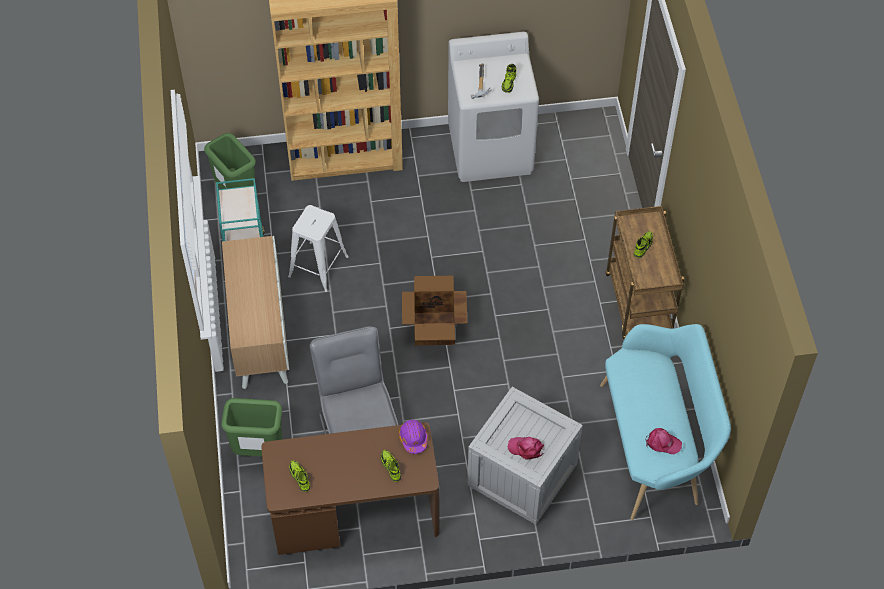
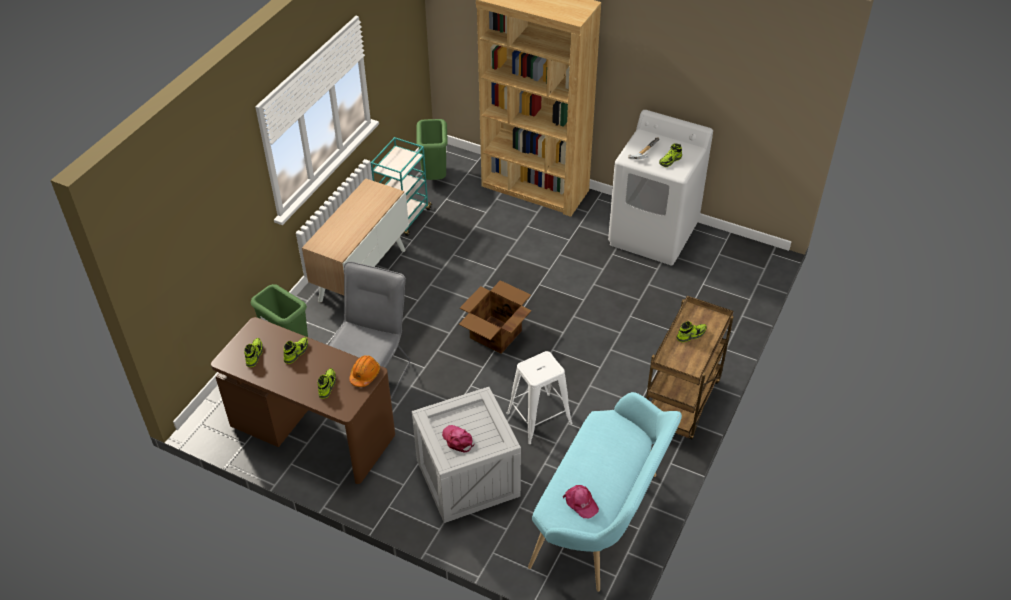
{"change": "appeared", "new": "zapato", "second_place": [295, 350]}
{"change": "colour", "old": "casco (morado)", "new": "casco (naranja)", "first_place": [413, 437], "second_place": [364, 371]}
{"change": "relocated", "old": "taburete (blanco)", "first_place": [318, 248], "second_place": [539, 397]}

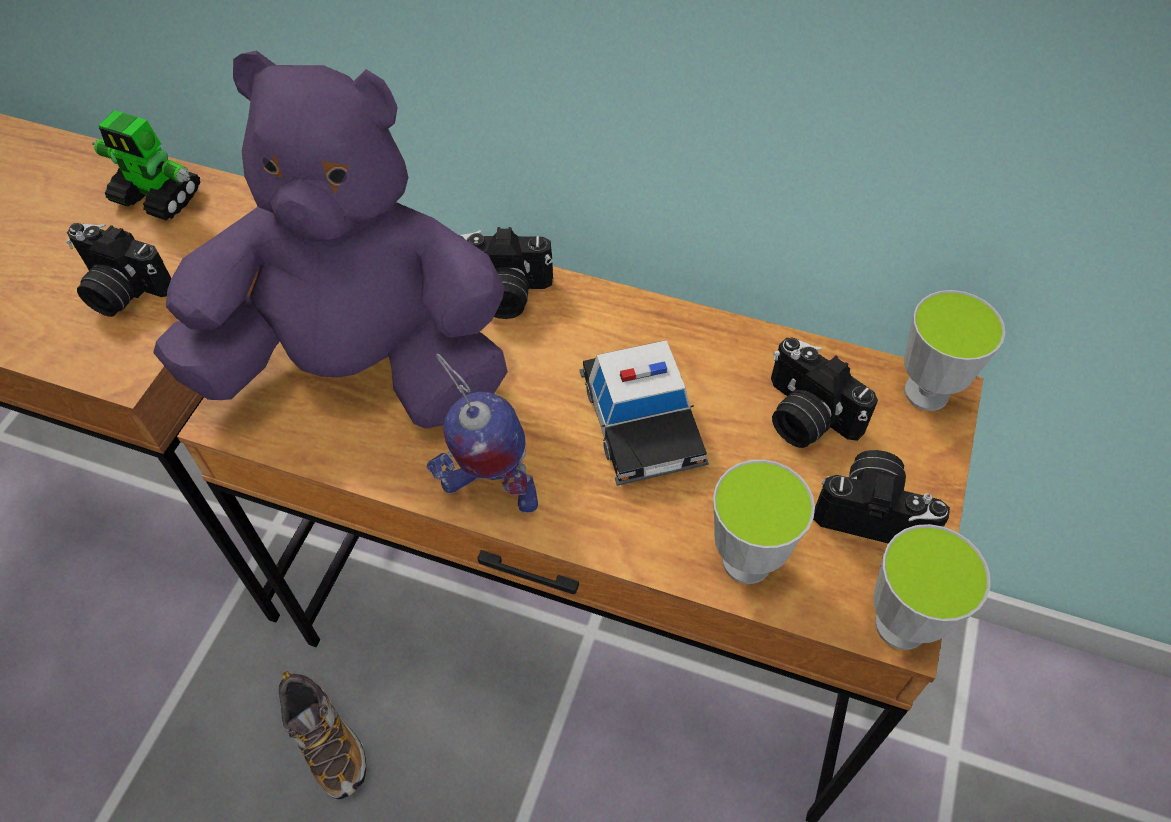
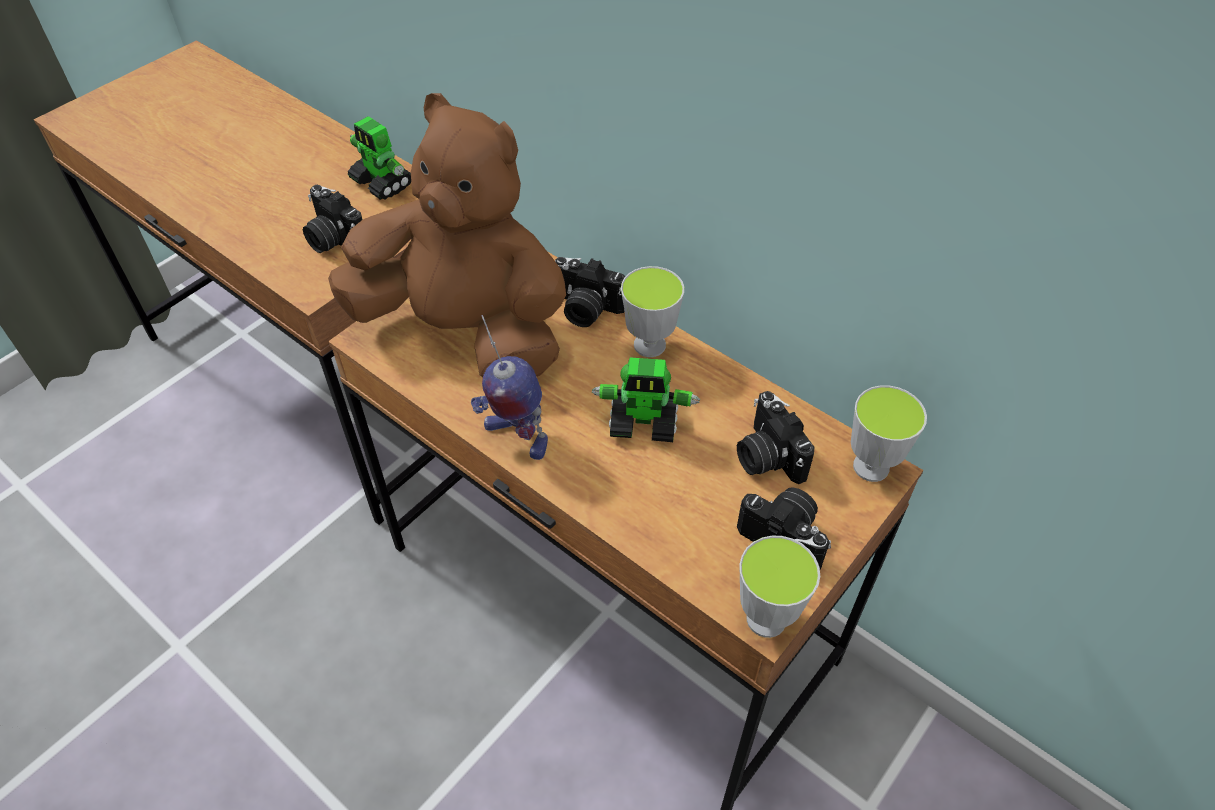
{"change": "colour", "old": "peluche (morado)", "new": "peluche (marrón)", "first_place": [330, 239], "second_place": [447, 235]}
{"change": "exchanged", "old": "coche de juguete", "new": "robot de juguete", "first_place": [644, 413], "second_place": [646, 399]}
{"change": "relocated", "old": "taza", "first_place": [764, 522], "second_place": [652, 311]}
{"change": "missing", "old": "zapato", "first_place": [322, 735]}

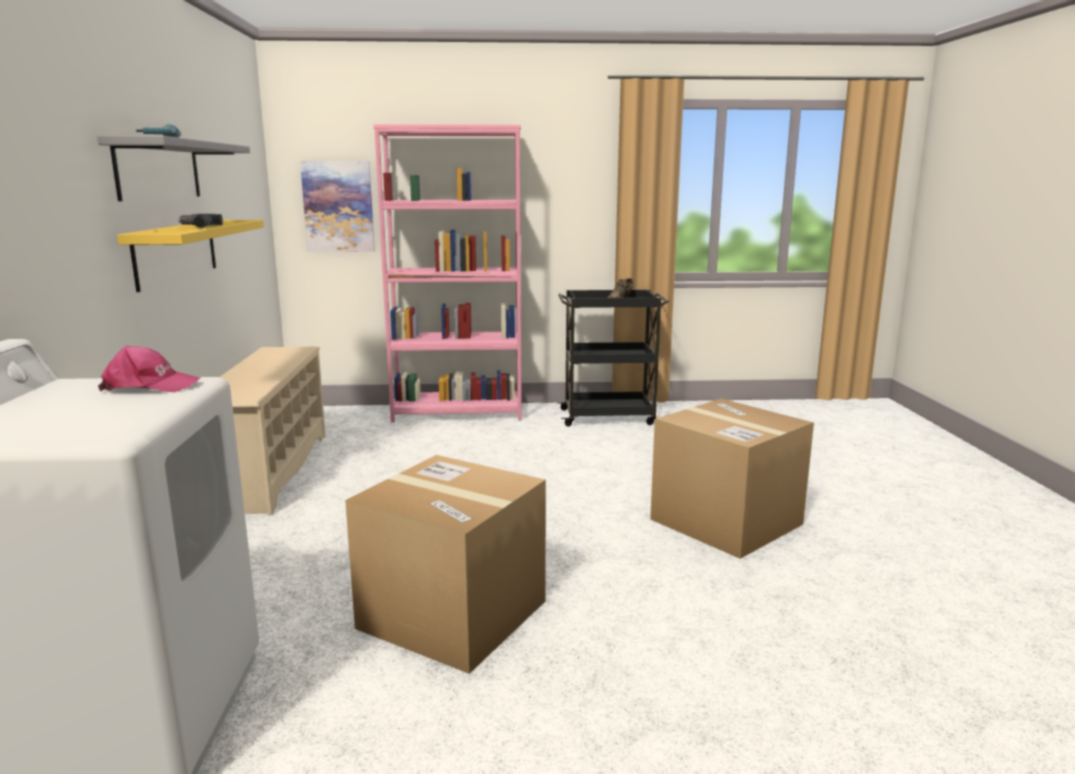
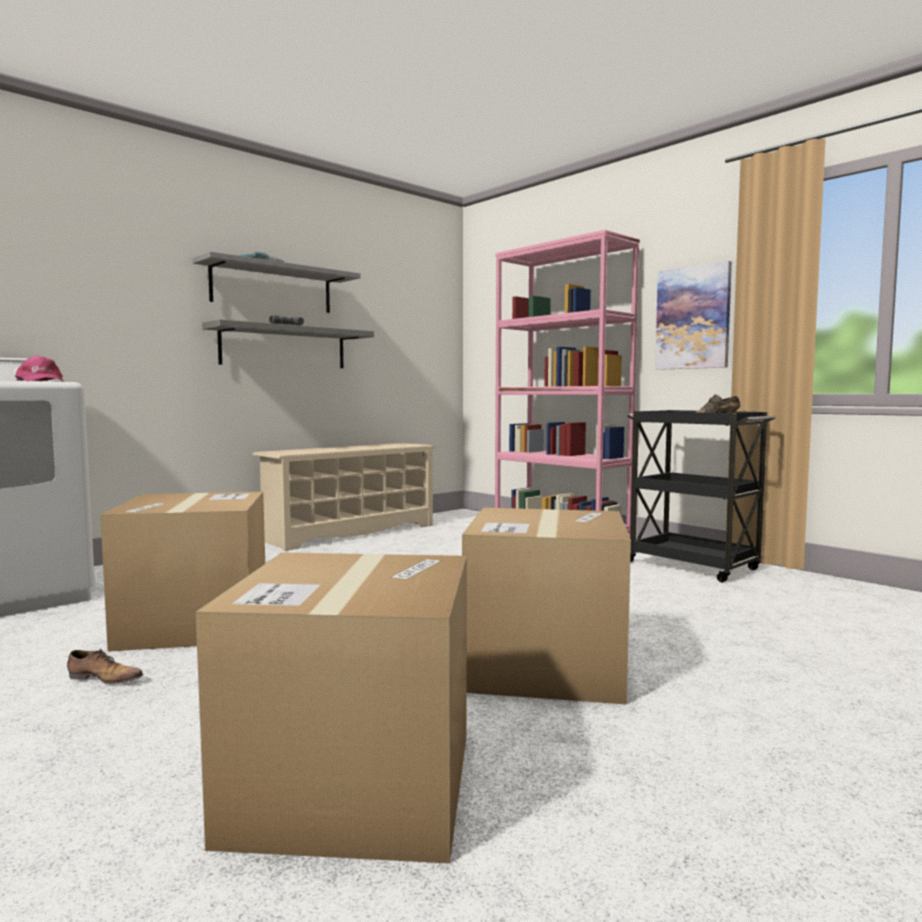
{"change": "appeared", "new": "zapato", "second_place": [105, 666]}
{"change": "appeared", "new": "caja de cartón", "second_place": [331, 708]}
{"change": "colour", "old": "estante (amarillo)", "new": "estante (gris)", "first_place": [190, 256], "second_place": [288, 343]}
{"change": "relocated", "old": "cuadro", "first_place": [337, 206], "second_place": [693, 315]}

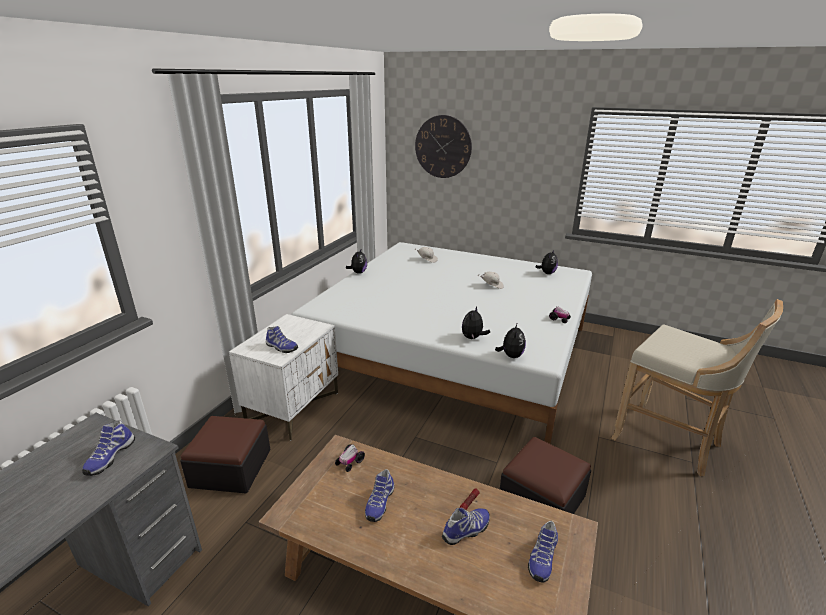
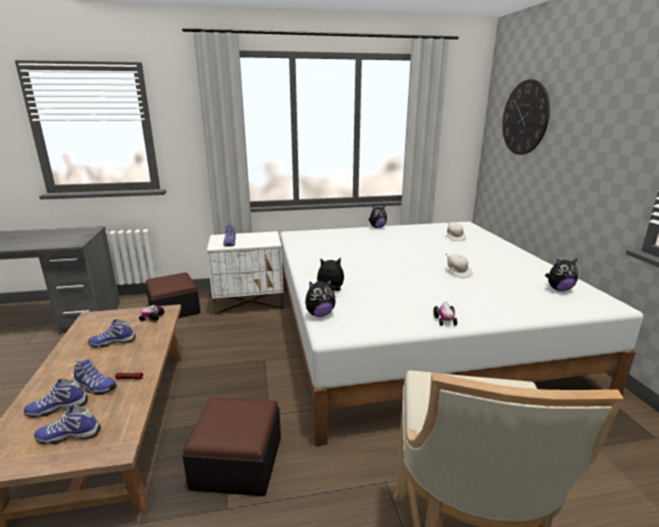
{"change": "relocated", "old": "zapato", "first_place": [108, 448], "second_place": [56, 398]}

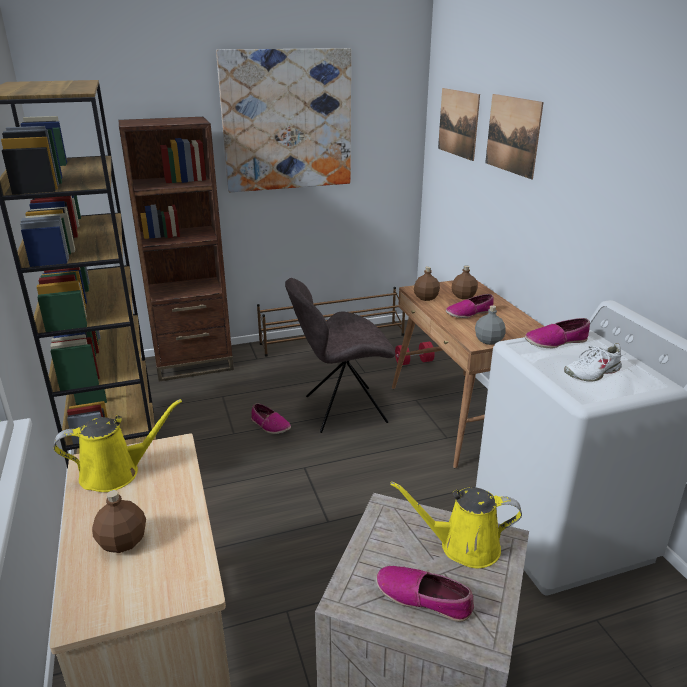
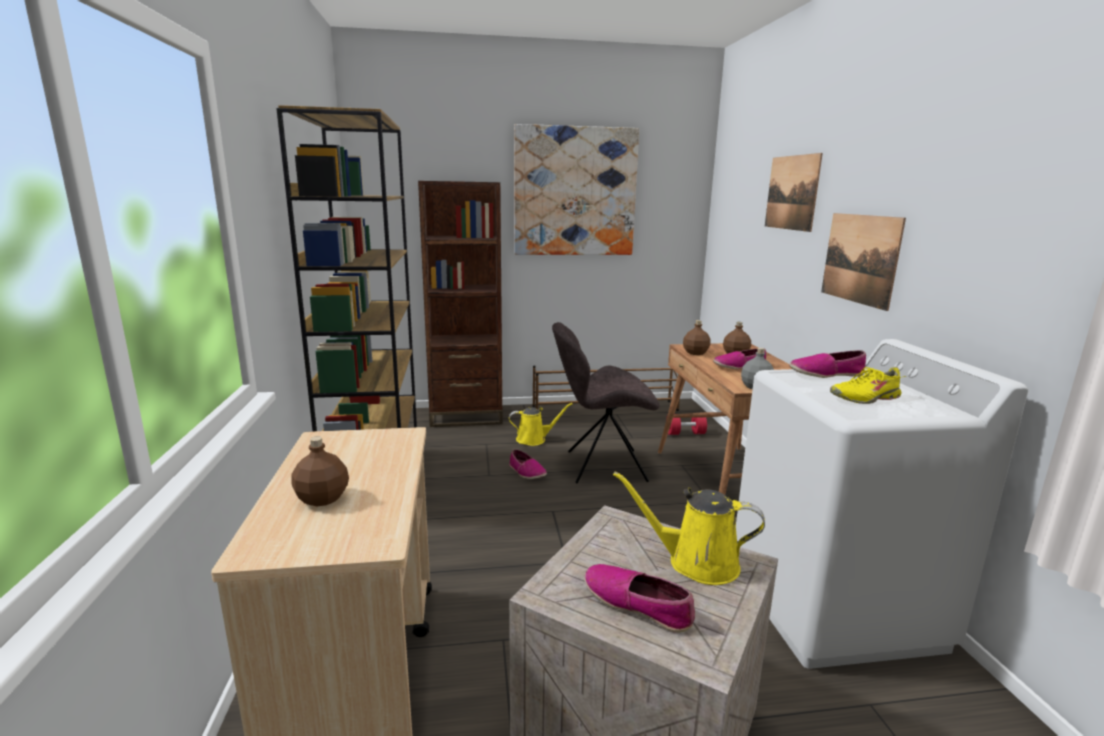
{"change": "relocated", "old": "regadera (amarillo)", "first_place": [118, 445], "second_place": [541, 424]}
{"change": "relocated", "old": "cuadro", "first_place": [459, 124], "second_place": [863, 262]}
{"change": "colour", "old": "zapato (blanco)", "new": "zapato (amarillo)", "first_place": [594, 362], "second_place": [868, 385]}

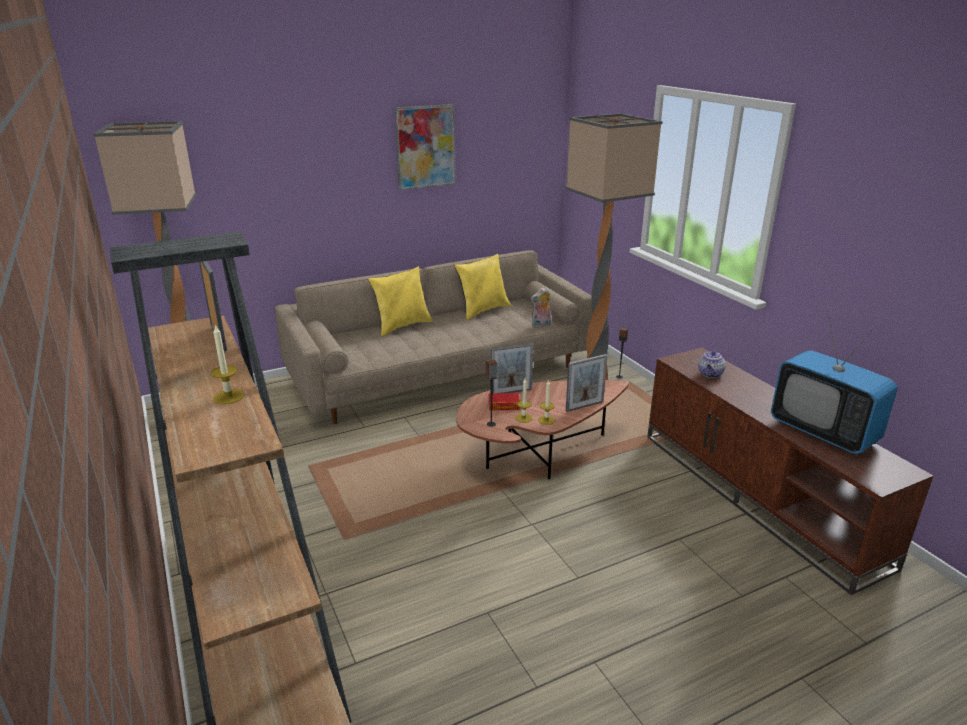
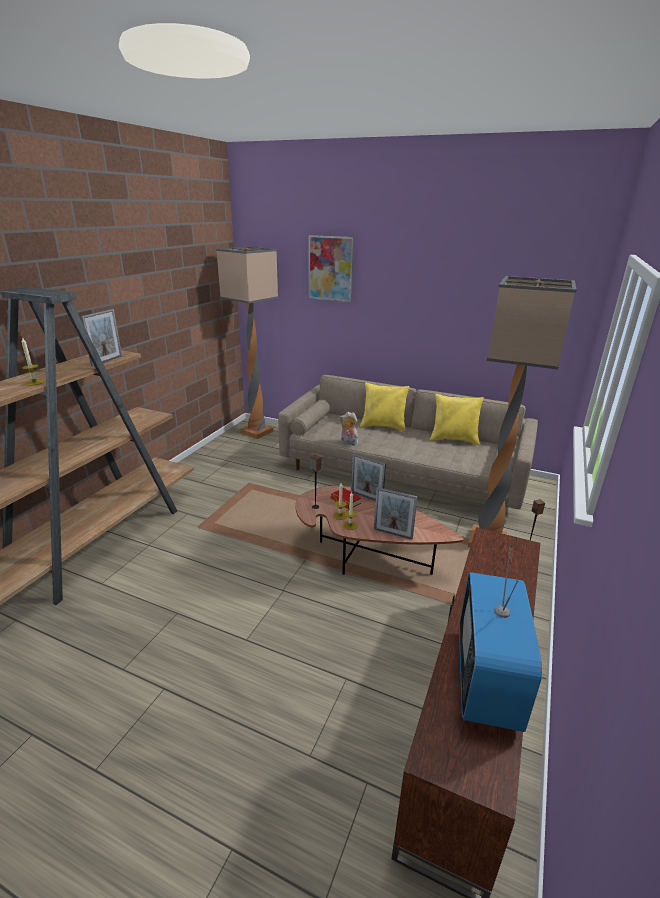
{"change": "relocated", "old": "cuadro", "first_place": [424, 147], "second_place": [331, 268]}
{"change": "relocated", "old": "peluche", "first_place": [540, 307], "second_place": [348, 429]}
{"change": "missing", "old": "tetera", "first_place": [712, 363]}

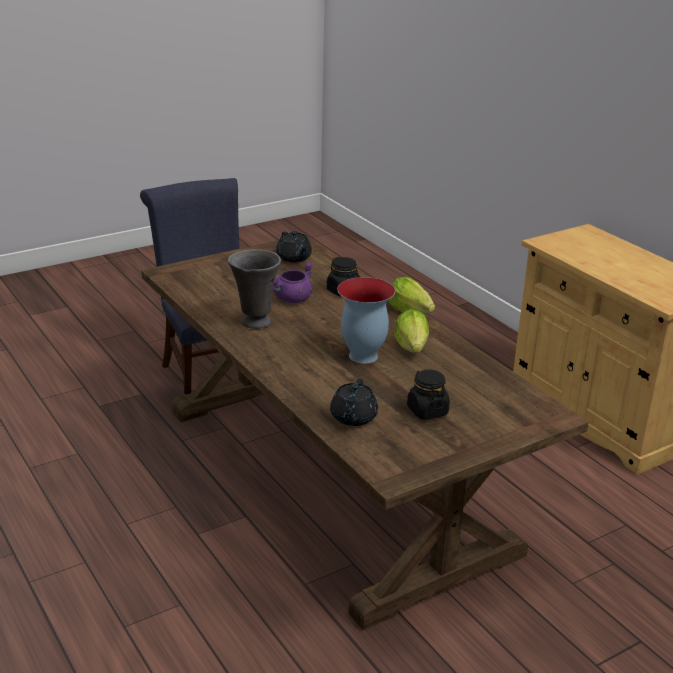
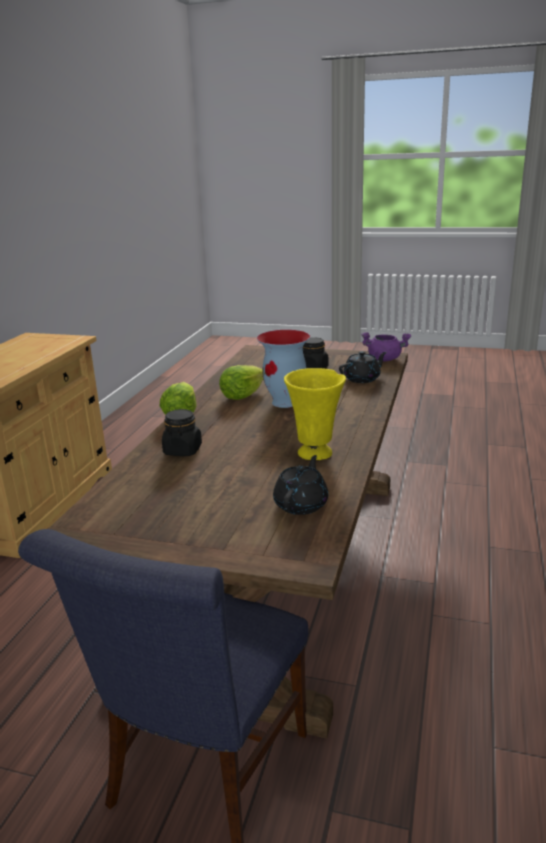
{"change": "relocated", "old": "tetera (negro)", "first_place": [294, 246], "second_place": [300, 485]}
{"change": "colour", "old": "florero (gris)", "new": "florero (amarillo)", "first_place": [254, 289], "second_place": [315, 414]}
{"change": "relocated", "old": "olla (morado)", "first_place": [293, 282], "second_place": [386, 346]}

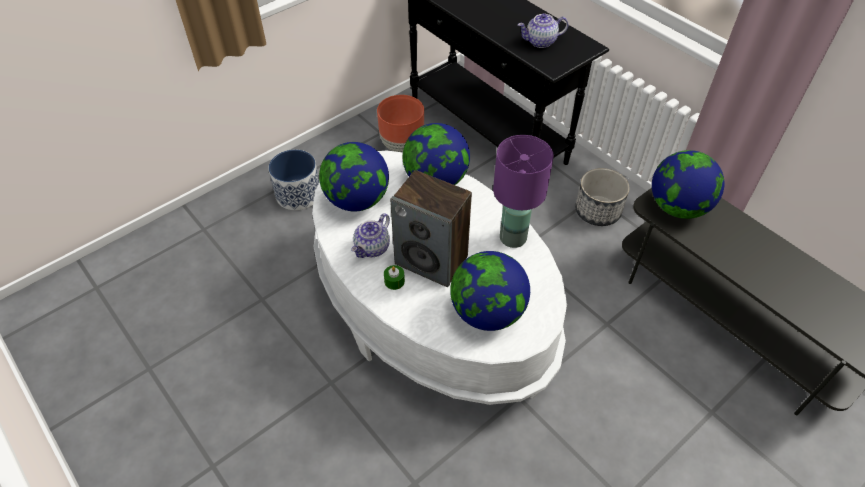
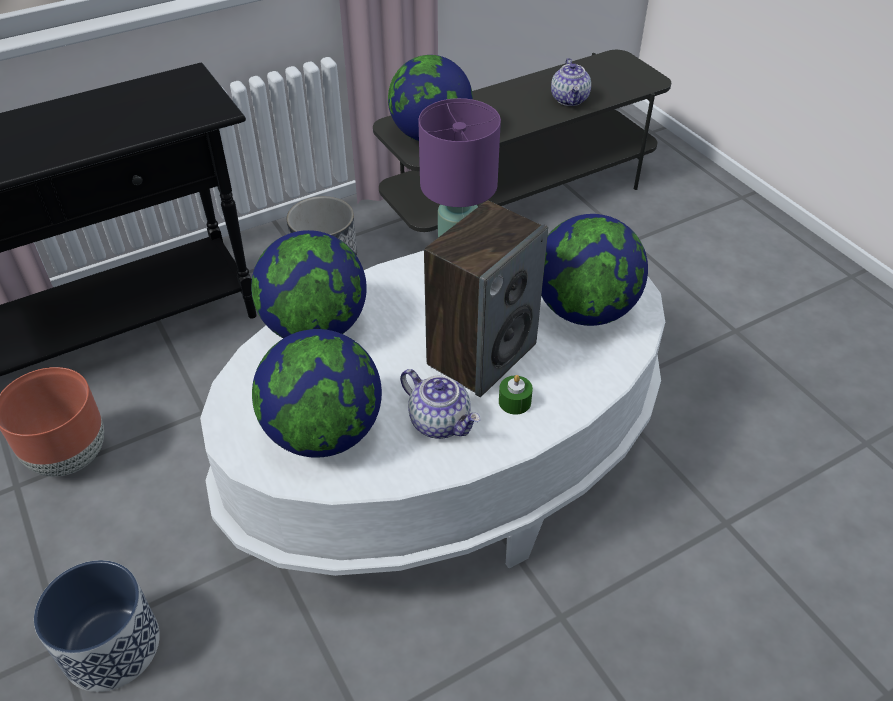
{"change": "relocated", "old": "tetera", "first_place": [543, 30], "second_place": [571, 82]}

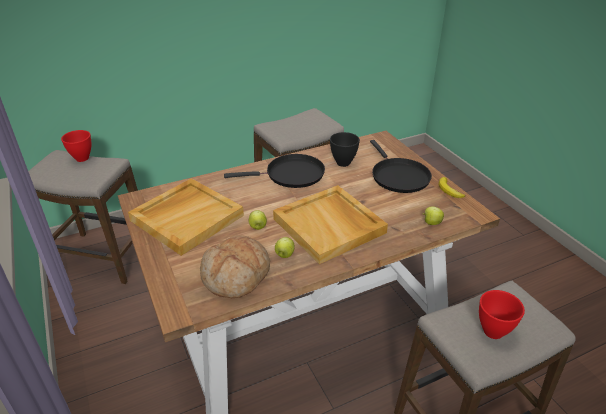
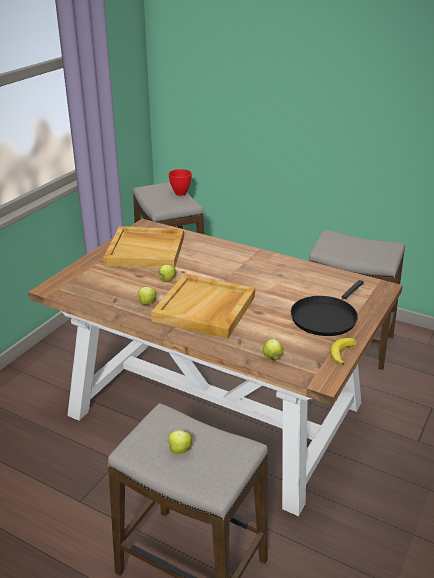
{"change": "exchanged", "old": "cuenco (rojo)", "new": "manzana", "first_place": [502, 314], "second_place": [179, 442]}
{"change": "missing", "old": "pan", "first_place": [235, 267]}
{"change": "missing", "old": "sartén (negro)", "first_place": [274, 171]}
{"change": "missing", "old": "cuenco (negro)", "first_place": [345, 149]}

